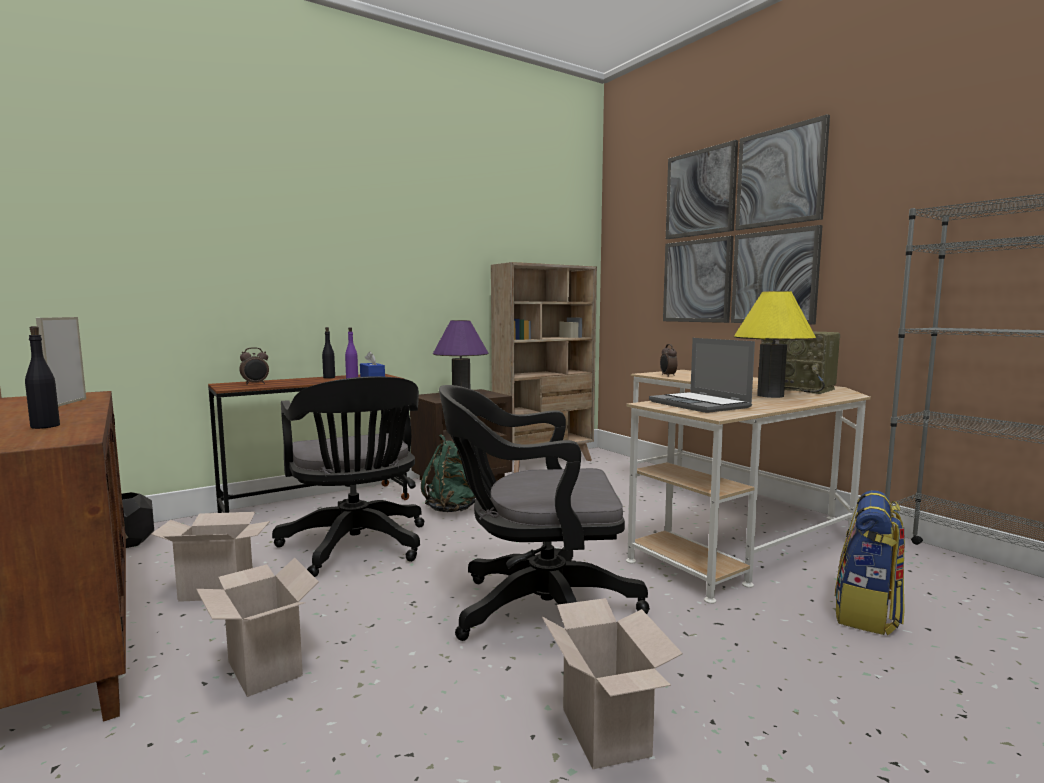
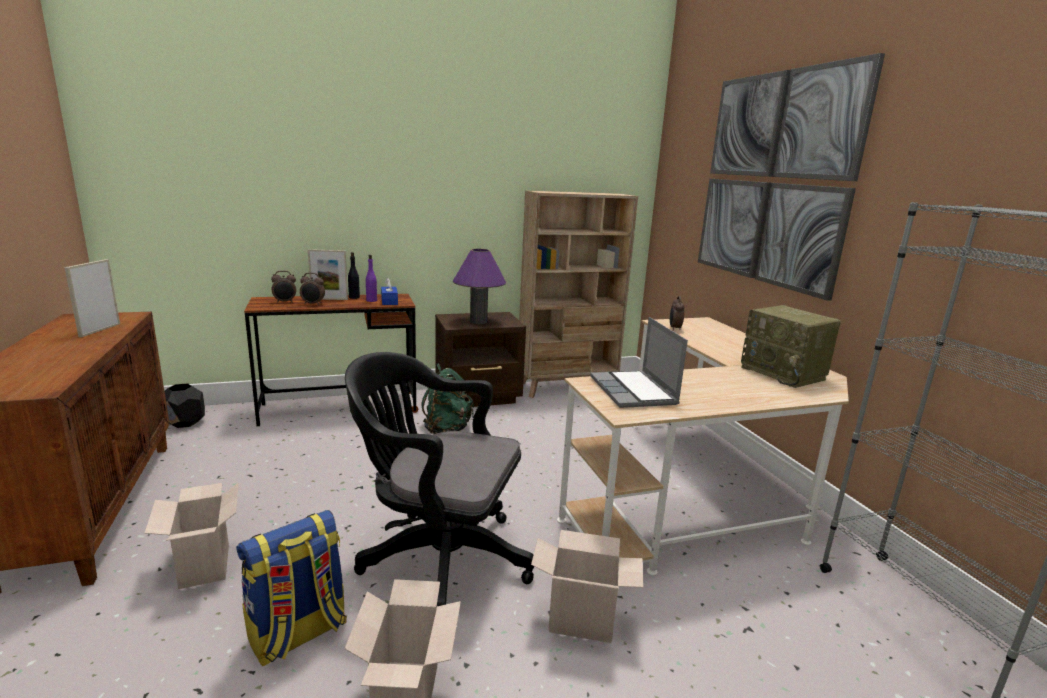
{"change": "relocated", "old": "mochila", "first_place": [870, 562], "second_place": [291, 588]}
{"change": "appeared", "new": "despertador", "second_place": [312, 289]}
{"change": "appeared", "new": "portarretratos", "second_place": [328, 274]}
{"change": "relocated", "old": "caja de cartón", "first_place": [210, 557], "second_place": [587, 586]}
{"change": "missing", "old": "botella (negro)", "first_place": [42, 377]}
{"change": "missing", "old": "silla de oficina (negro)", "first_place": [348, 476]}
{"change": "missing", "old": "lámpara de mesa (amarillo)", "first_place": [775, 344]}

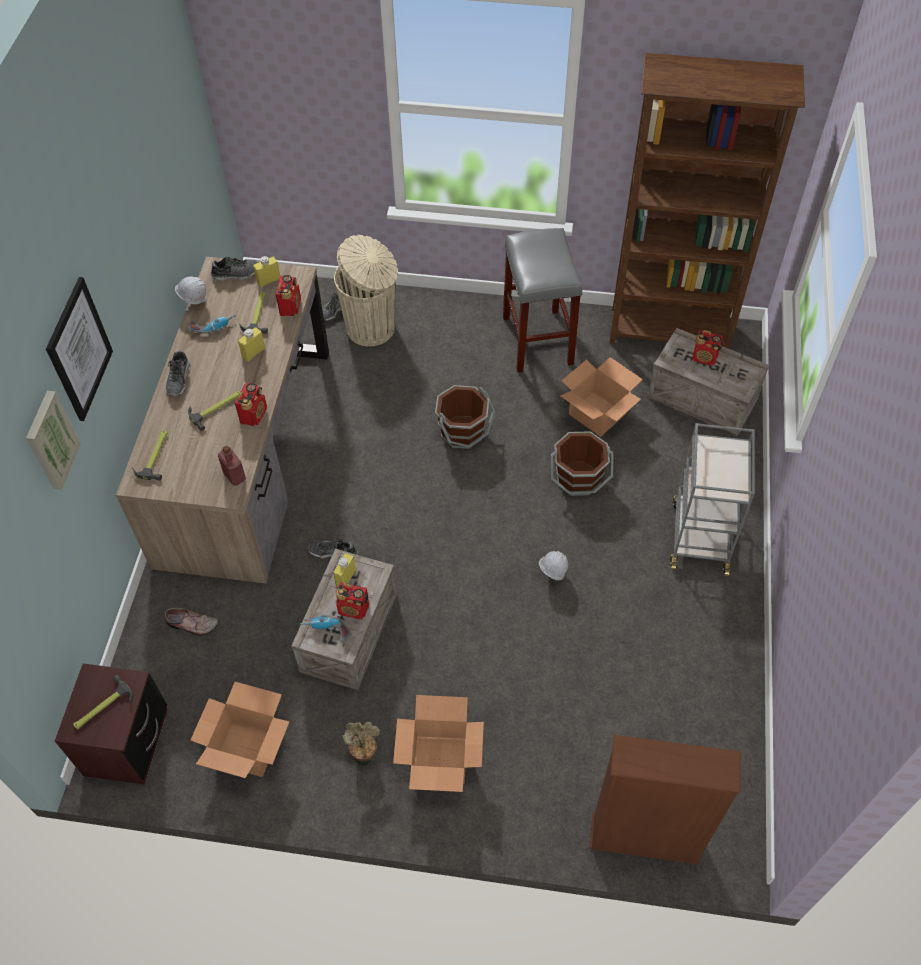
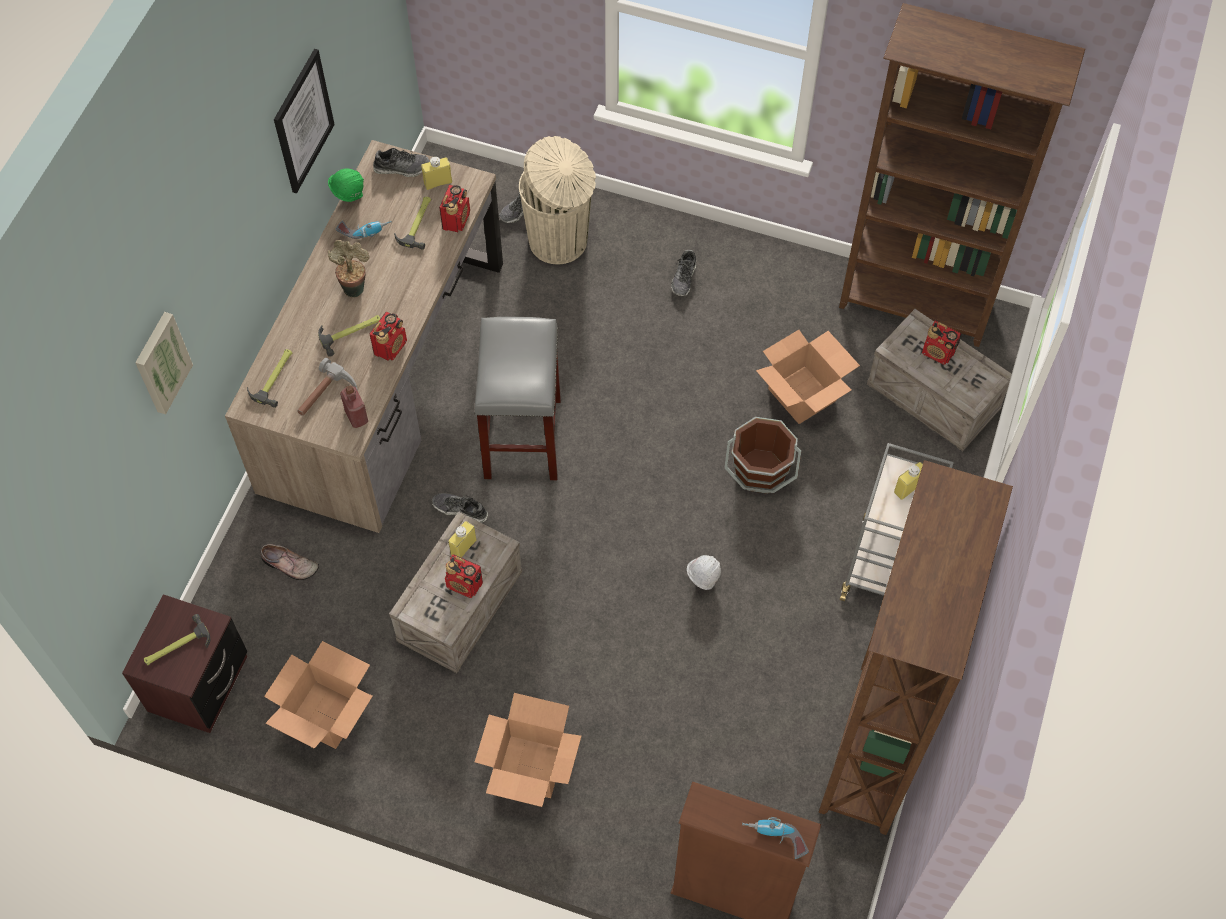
{"change": "relocated", "old": "cuadro", "first_place": [79, 349], "second_place": [304, 121]}
{"change": "appeared", "new": "martillo", "second_place": [327, 387]}
{"change": "colour", "old": "casco (blanco)", "new": "casco (verde)", "first_place": [191, 290], "second_place": [346, 185]}
{"change": "relocated", "old": "planta en maceta", "first_place": [361, 744], "second_place": [349, 269]}
{"change": "relocated", "old": "taburete (gris)", "first_place": [542, 300], "second_place": [517, 398]}
{"change": "relocated", "old": "zapato", "first_place": [178, 373], "second_place": [683, 273]}
{"change": "relocated", "old": "taladro", "first_place": [326, 628], "second_place": [775, 838]}
{"change": "appeared", "new": "estantería (marrón)", "second_place": [916, 647]}
{"change": "relocated", "old": "botella (amarillo)", "first_place": [251, 344], "second_place": [908, 481]}
{"change": "missing", "old": "cubo (marrón)", "first_place": [465, 417]}

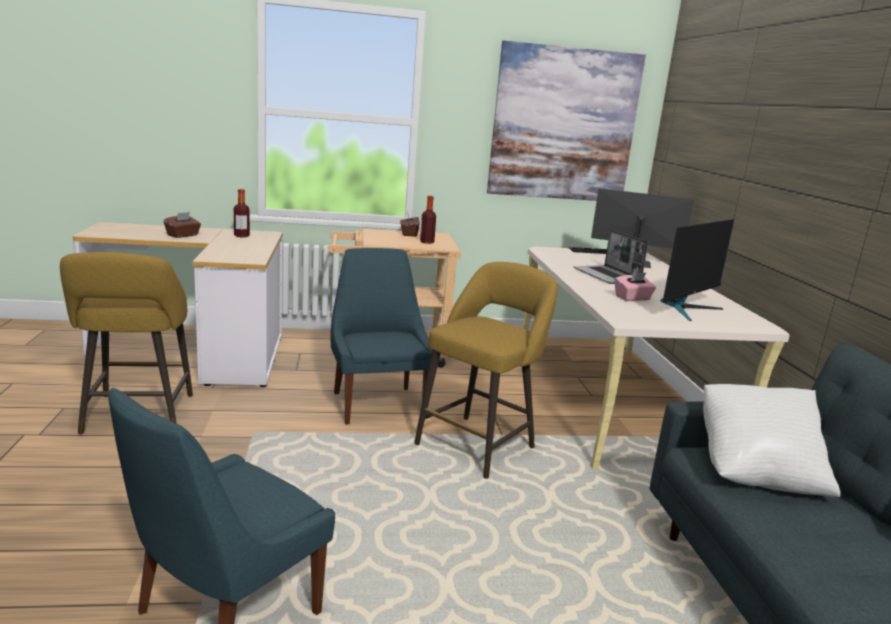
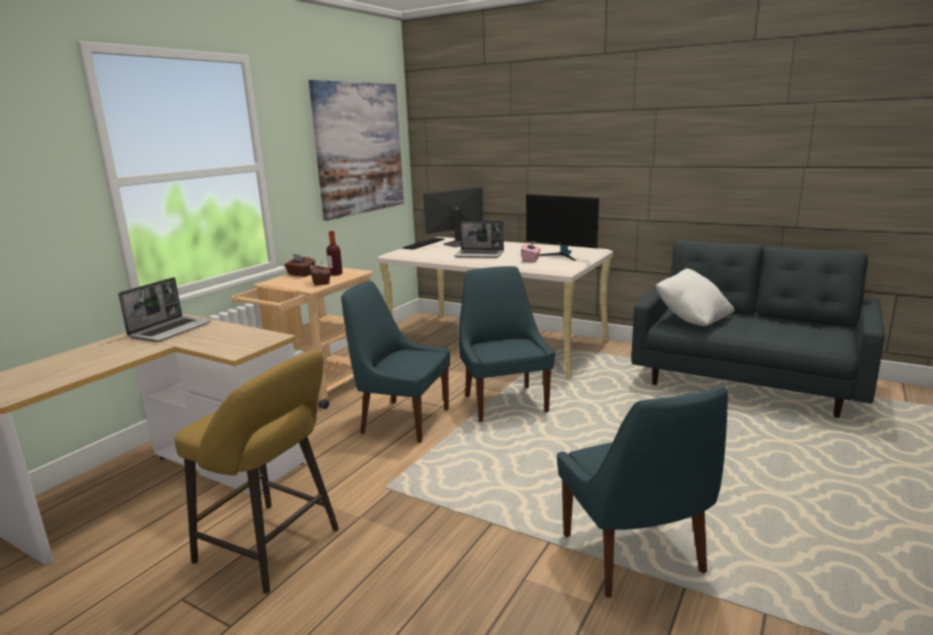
{"change": "exchanged", "old": "botella", "new": "portátil", "first_place": [242, 213], "second_place": [165, 309]}
{"change": "relocated", "old": "caja de pañuelos (marrón)", "first_place": [182, 225], "second_place": [320, 273]}
{"change": "exchanged", "old": "taburete (amarillo)", "new": "silla (azul)", "first_place": [486, 370], "second_place": [507, 344]}
{"change": "spun", "old": "monitor", "first_place": [697, 270], "second_place": [562, 227], "degrees": 135}

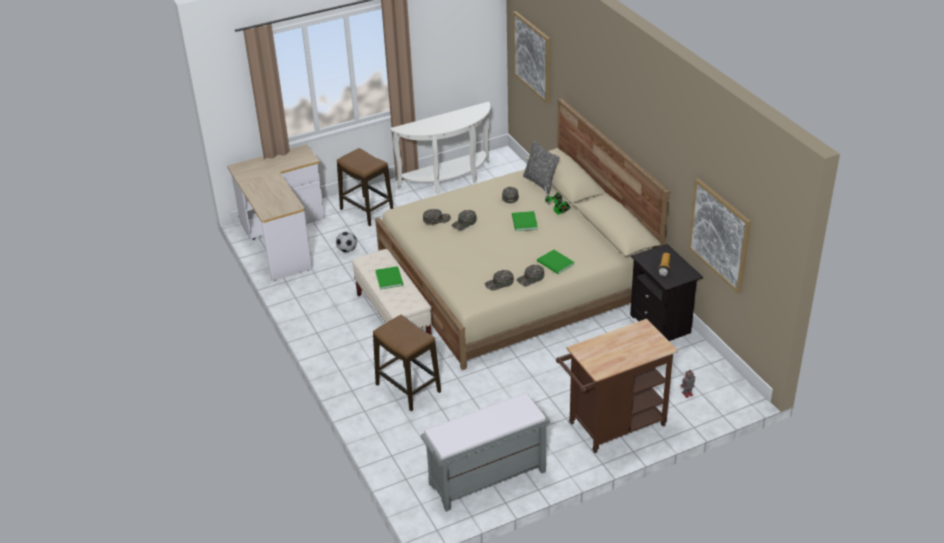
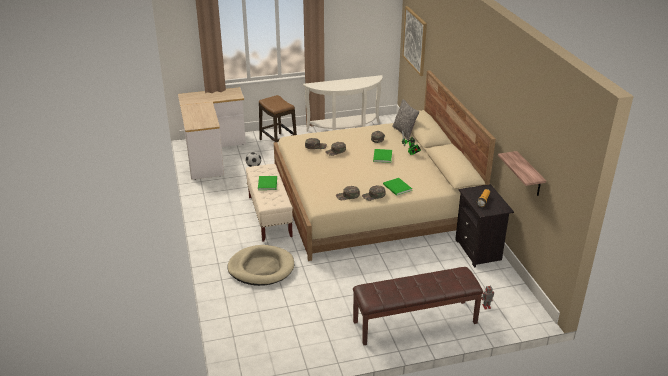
{"change": "exchanged", "old": "taburete", "new": "cama para perro (beis)", "first_place": [407, 363], "second_place": [260, 265]}
{"change": "exchanged", "old": "carrito (marrón)", "new": "banco (marrón)", "first_place": [617, 386], "second_place": [418, 306]}
{"change": "exchanged", "old": "cuadro", "new": "estante", "first_place": [719, 235], "second_place": [522, 173]}
{"change": "missing", "old": "banco (gris)", "first_place": [485, 452]}

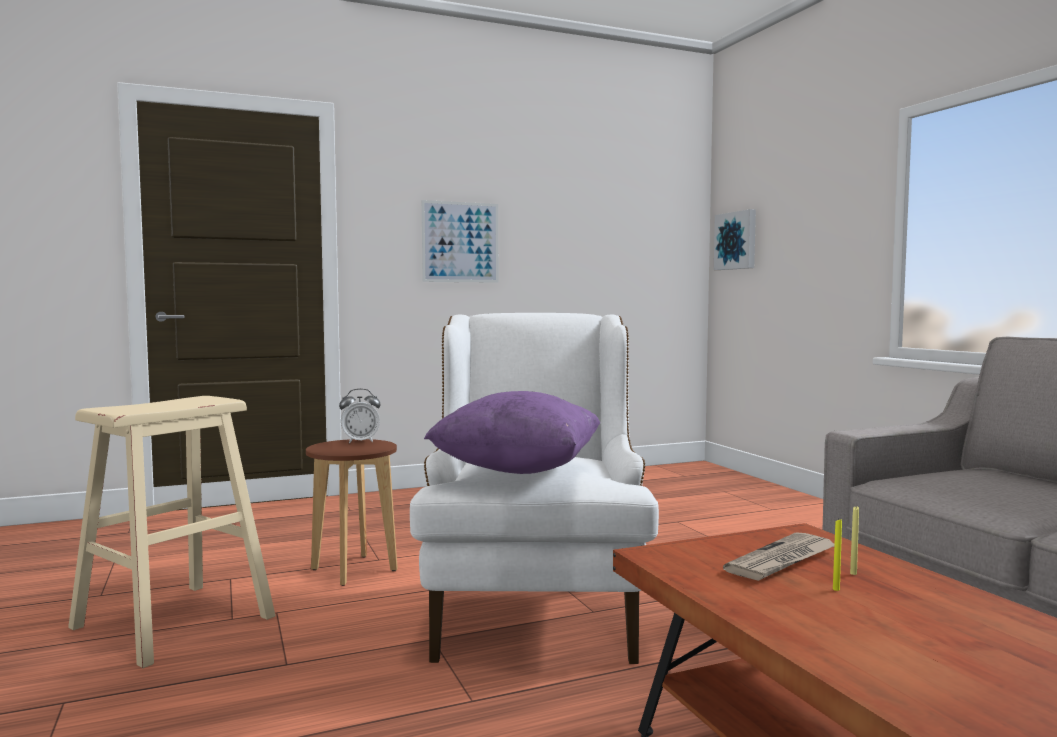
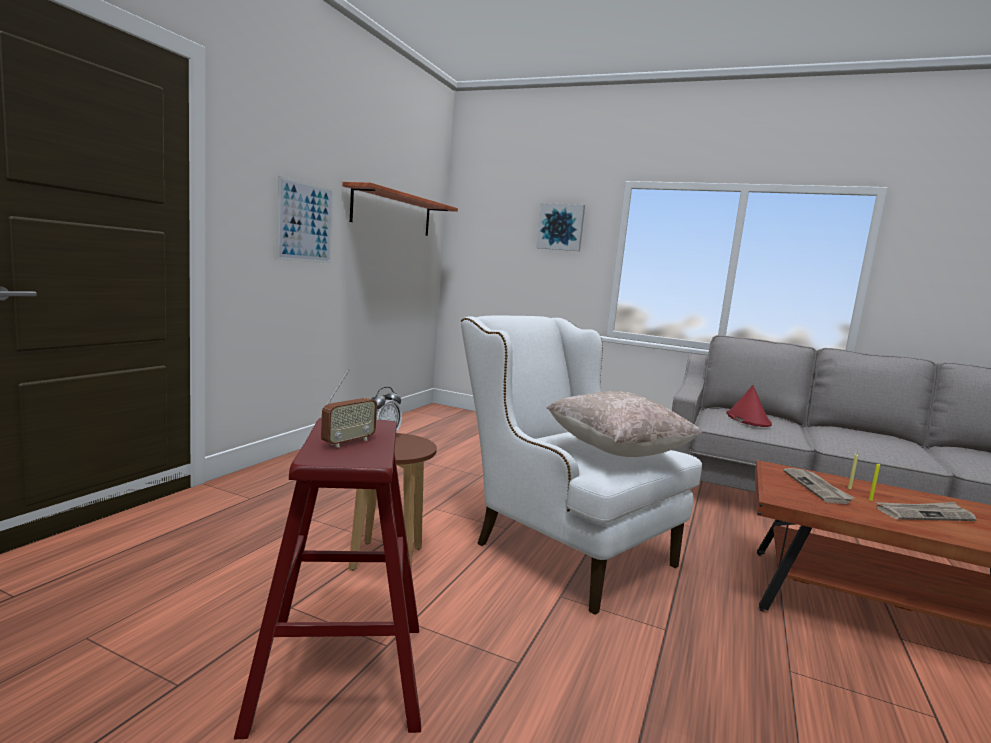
{"change": "colour", "old": "taburete (beis)", "new": "taburete (rojo)", "first_place": [171, 532], "second_place": [327, 578]}
{"change": "appeared", "new": "radio", "second_place": [349, 409]}
{"change": "appeared", "new": "estante", "second_place": [400, 209]}
{"change": "relocated", "old": "cuadro", "first_place": [735, 239], "second_place": [560, 227]}
{"change": "colour", "old": "cojín (morado)", "new": "cojín (beis)", "first_place": [512, 432], "second_place": [624, 424]}
{"change": "appeared", "new": "sombrero (rojo)", "second_place": [749, 406]}
{"change": "appeared", "new": "periódico", "second_place": [926, 511]}

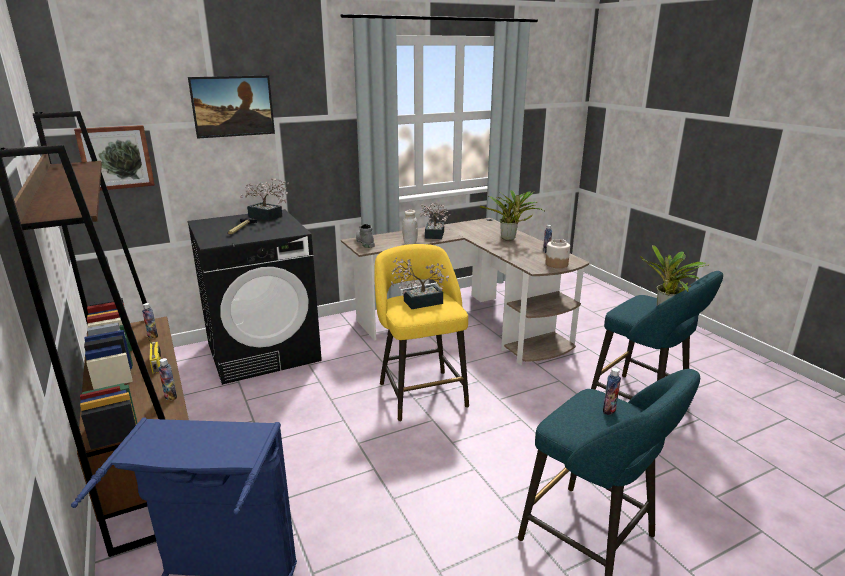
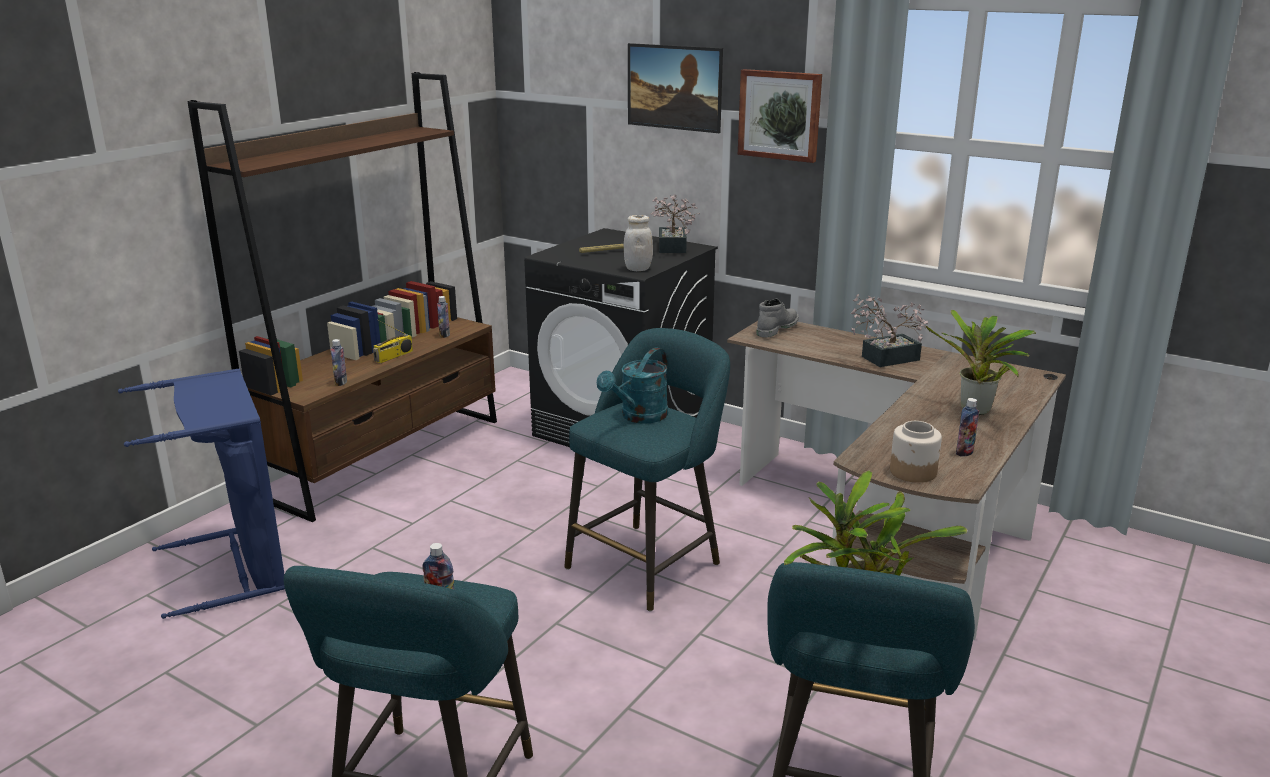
{"change": "colour", "old": "taburete (amarillo)", "new": "taburete (turquesa)", "first_place": [421, 333], "second_place": [647, 469]}
{"change": "exchanged", "old": "planta en maceta", "new": "regadera (turquesa)", "first_place": [420, 283], "second_place": [632, 385]}
{"change": "relocated", "old": "tarro (blanco)", "first_place": [410, 227], "second_place": [638, 243]}
{"change": "relocated", "old": "cuadro", "first_place": [114, 158], "second_place": [780, 116]}

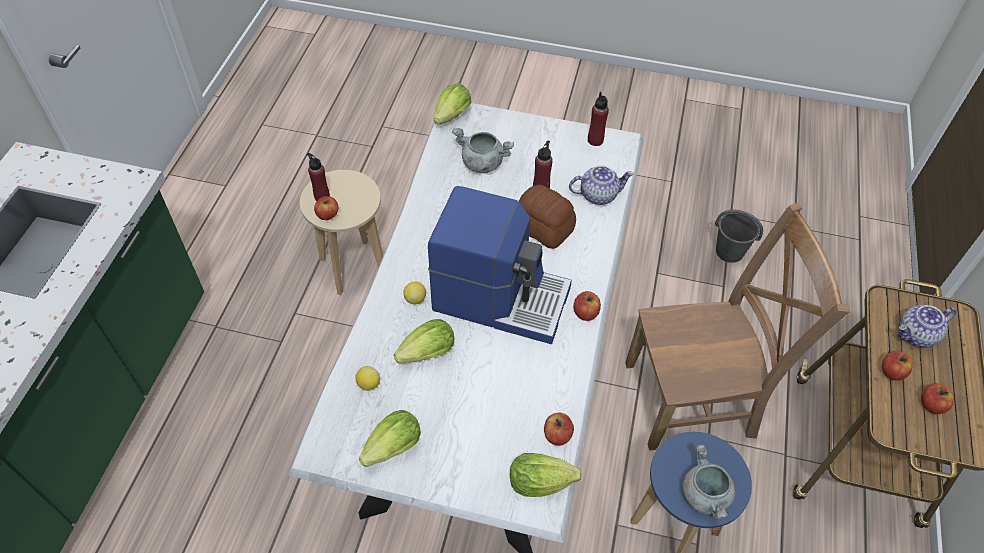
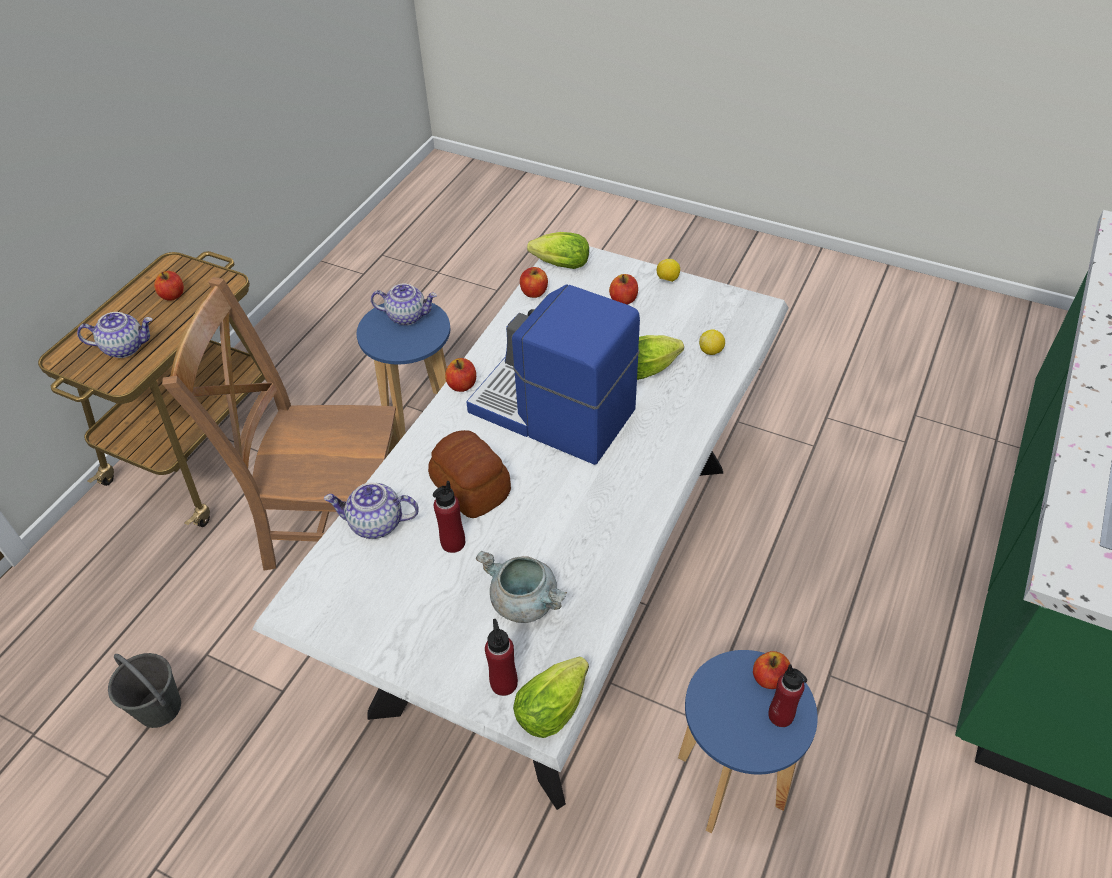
{"change": "exchanged", "old": "olla (gris)", "new": "tetera", "first_place": [709, 482], "second_place": [404, 304]}
{"change": "relocated", "old": "botella (rojo)", "first_place": [598, 119], "second_place": [501, 657]}
{"change": "relocated", "old": "manzana", "first_place": [897, 365], "second_place": [623, 289]}
{"change": "relocated", "old": "limón", "first_place": [415, 293], "second_place": [668, 270]}
{"change": "colour", "old": "taburete (beis)", "new": "taburete (azul)", "first_place": [341, 232], "second_place": [748, 741]}
{"change": "missing", "old": "lechuga", "first_place": [390, 438]}

